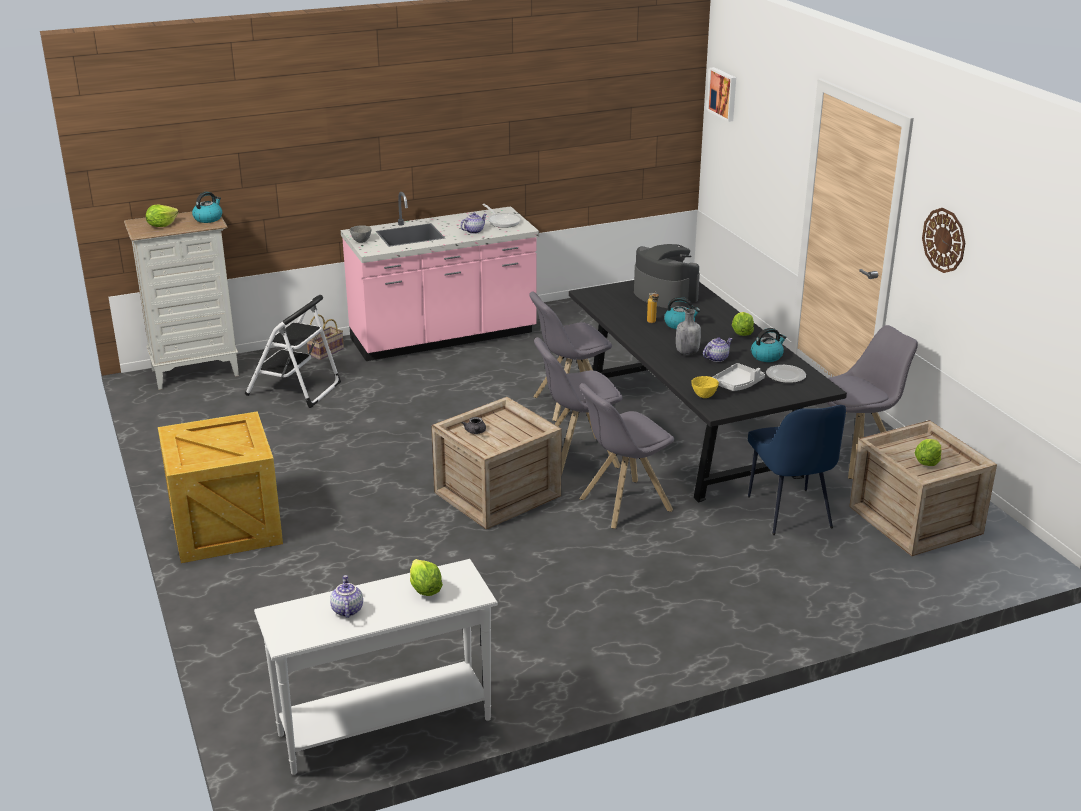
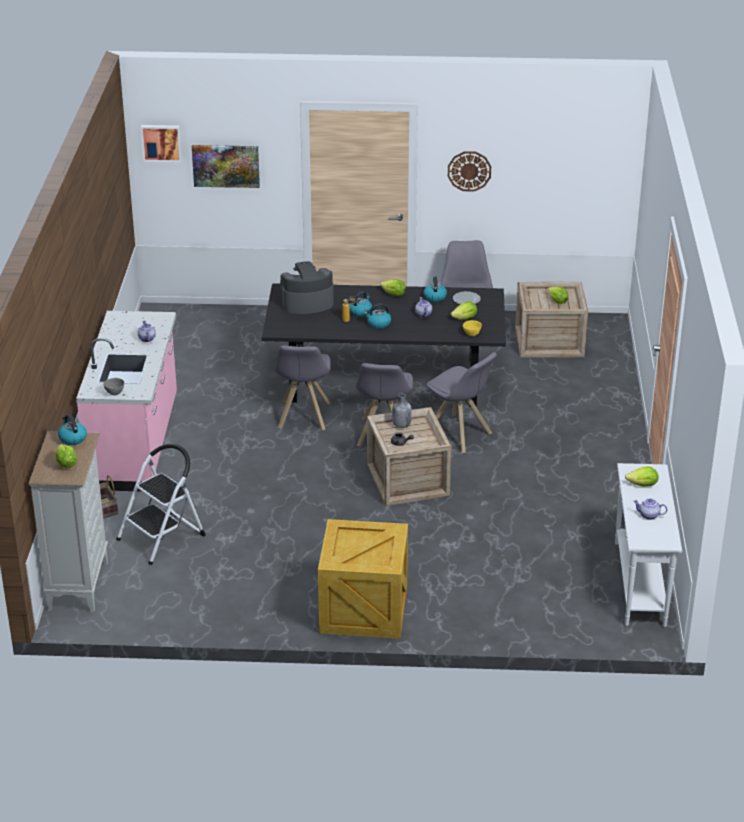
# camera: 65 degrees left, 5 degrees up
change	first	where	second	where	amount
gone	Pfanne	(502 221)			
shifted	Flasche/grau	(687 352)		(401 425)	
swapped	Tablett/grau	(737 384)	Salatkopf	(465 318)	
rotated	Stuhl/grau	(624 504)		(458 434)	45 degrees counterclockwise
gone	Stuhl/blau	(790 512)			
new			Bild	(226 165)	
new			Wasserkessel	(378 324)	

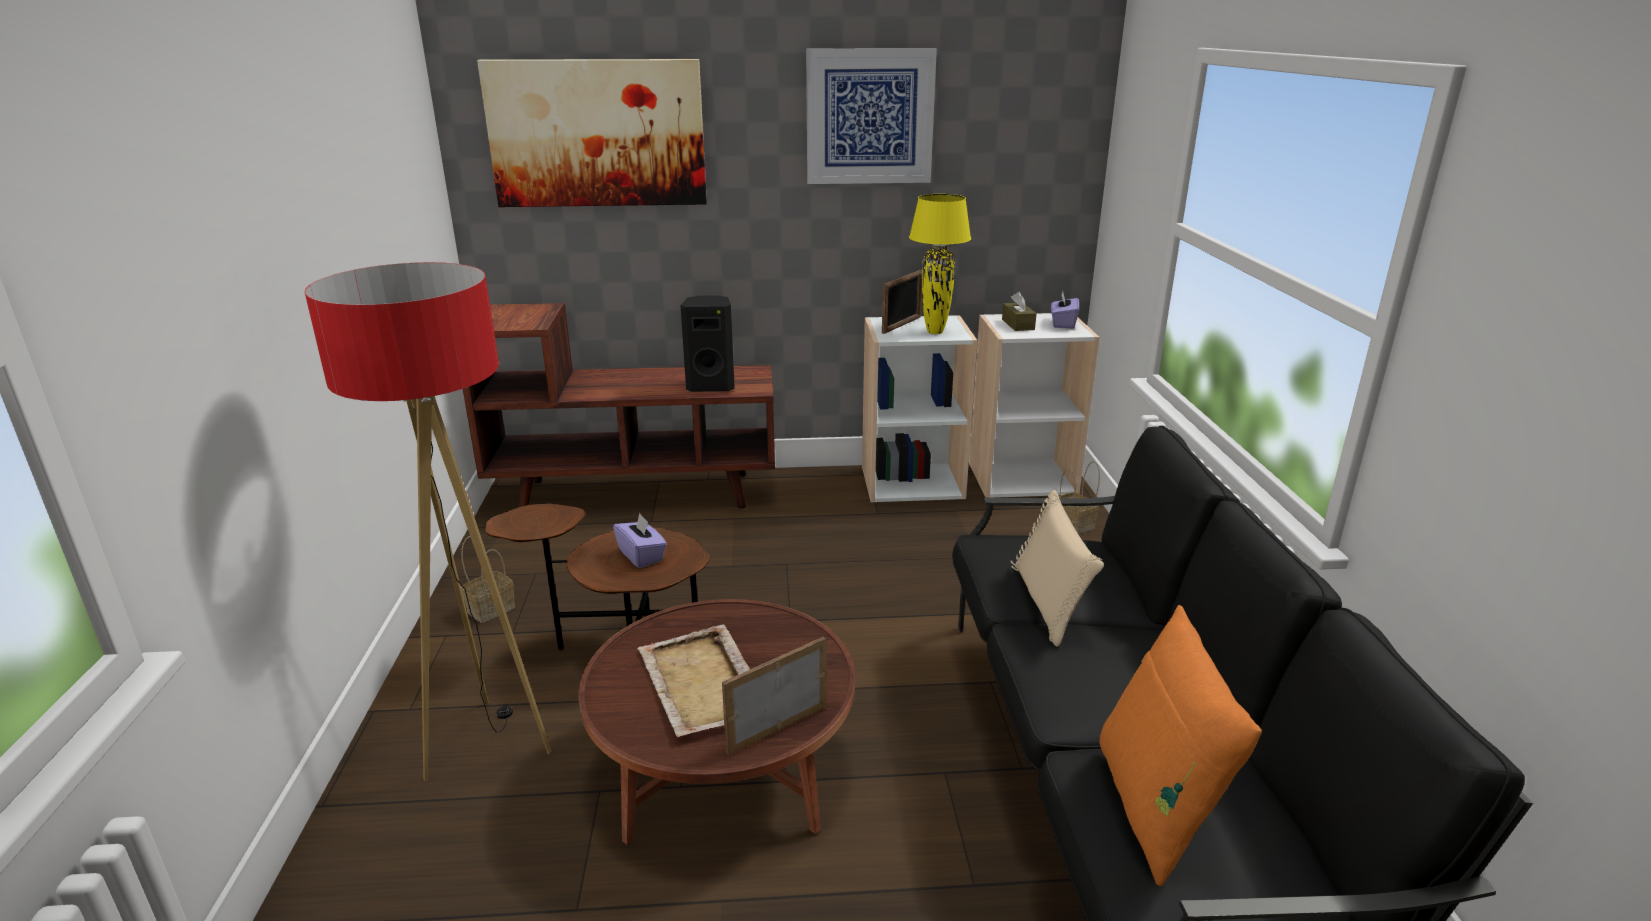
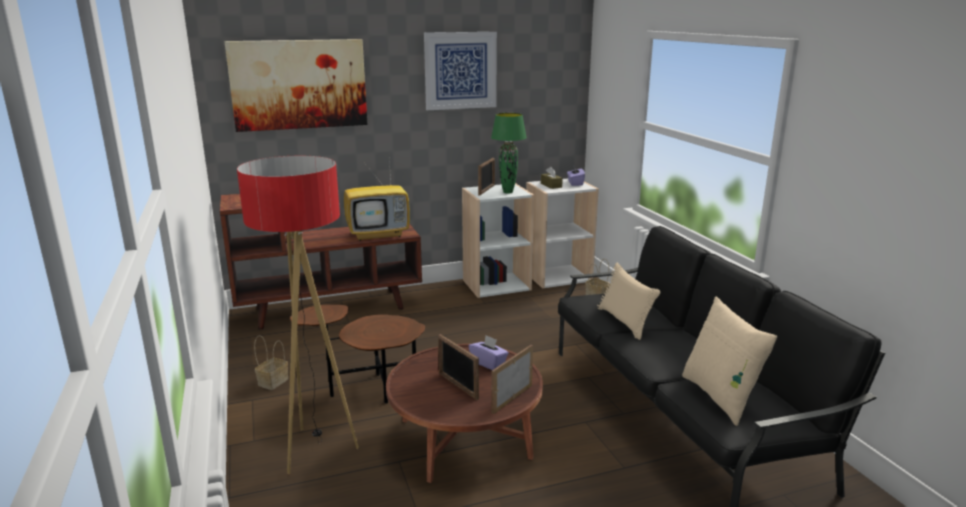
# camera: 15 degrees left, 5 degrees down
change	first	where	second	where	amount
repainted	Tischlampe/gelb	(934 332)	Tischlampe/grün	(507 192)	
swapped	Lautsprecher/schwarz	(711 386)	Fernseher	(379 234)	
shifted	Taschentuchbox/lila	(642 555)		(488 363)	
repainted	Kissen/orange	(1155 808)	Kissen/beige	(719 397)	
swapped	Tablett/beige	(702 684)	Bilderrahmen	(458 386)	

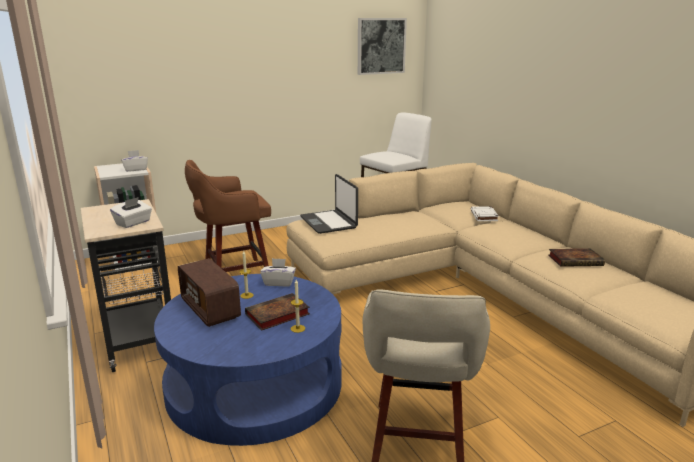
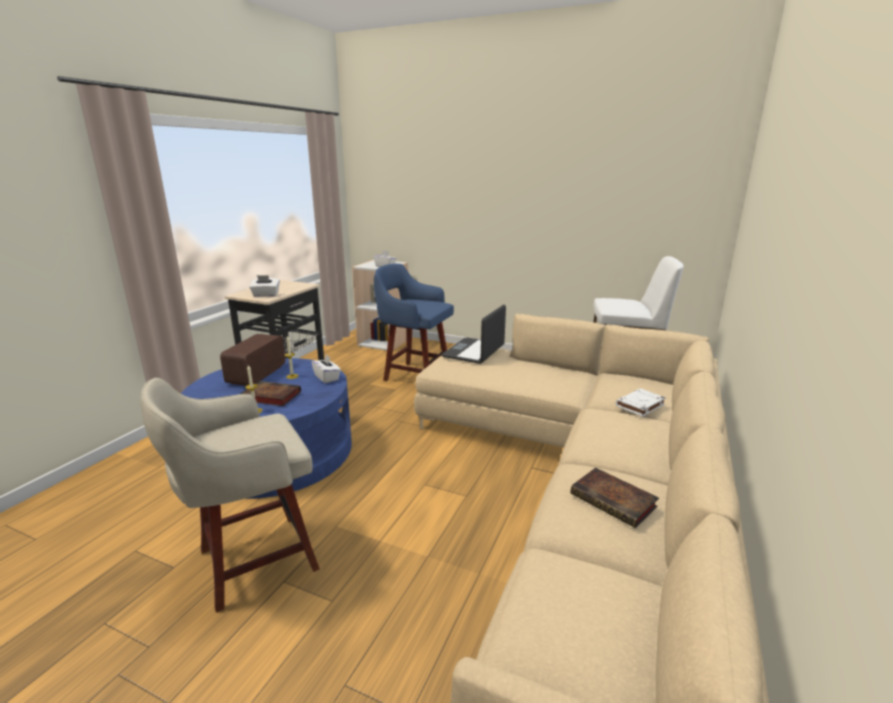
# camera: 50 degrees right, 0 degrees up
change	first	where	second	where	amount
gone	Bild	(381 46)			
repainted	Hocker/braun	(233 274)	Hocker/blau	(415 375)	

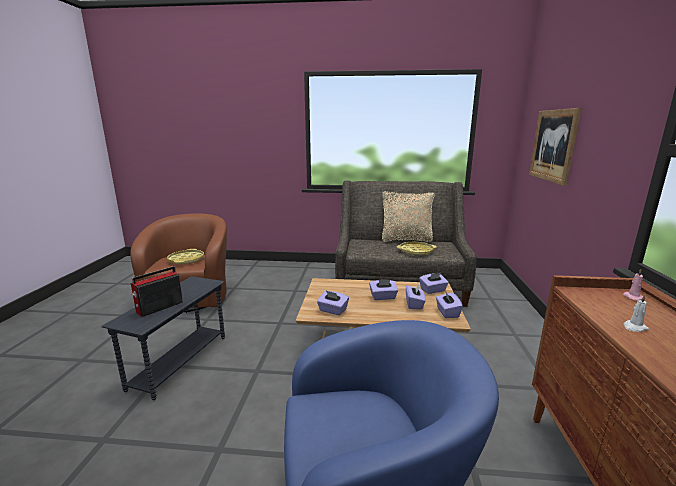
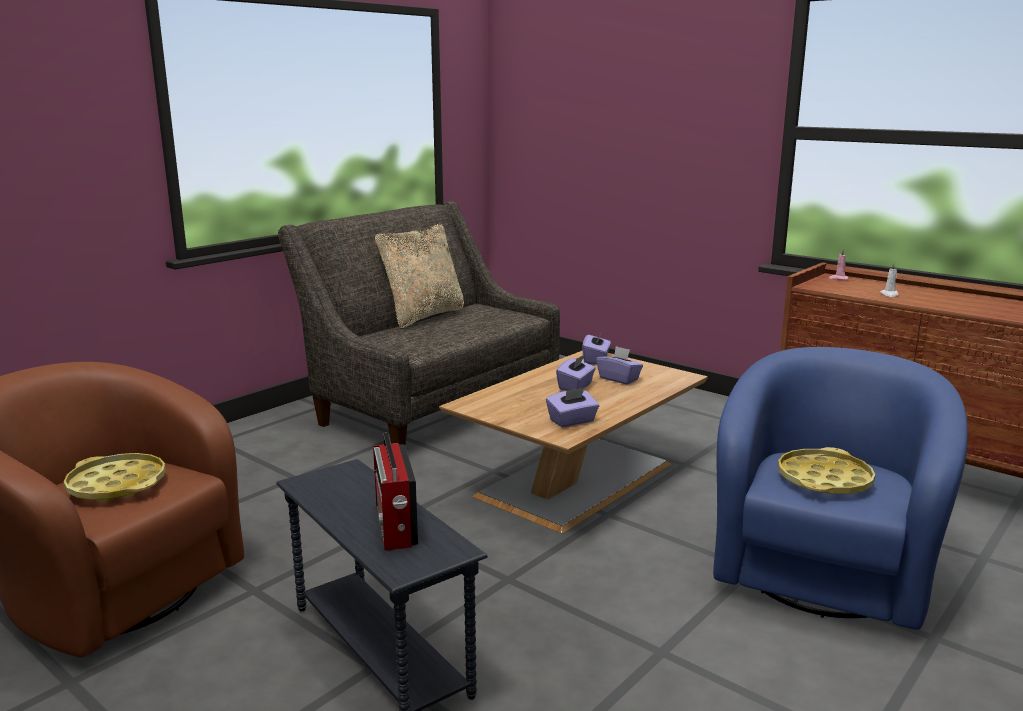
# camera: 55 degrees left, 0 degrees up
change	first	where	second	where	amount
gone	Bild	(553 145)			
shifted	Tablett/gelb	(416 251)		(824 480)	
gone	Taschentuchbox/lila	(447 312)			

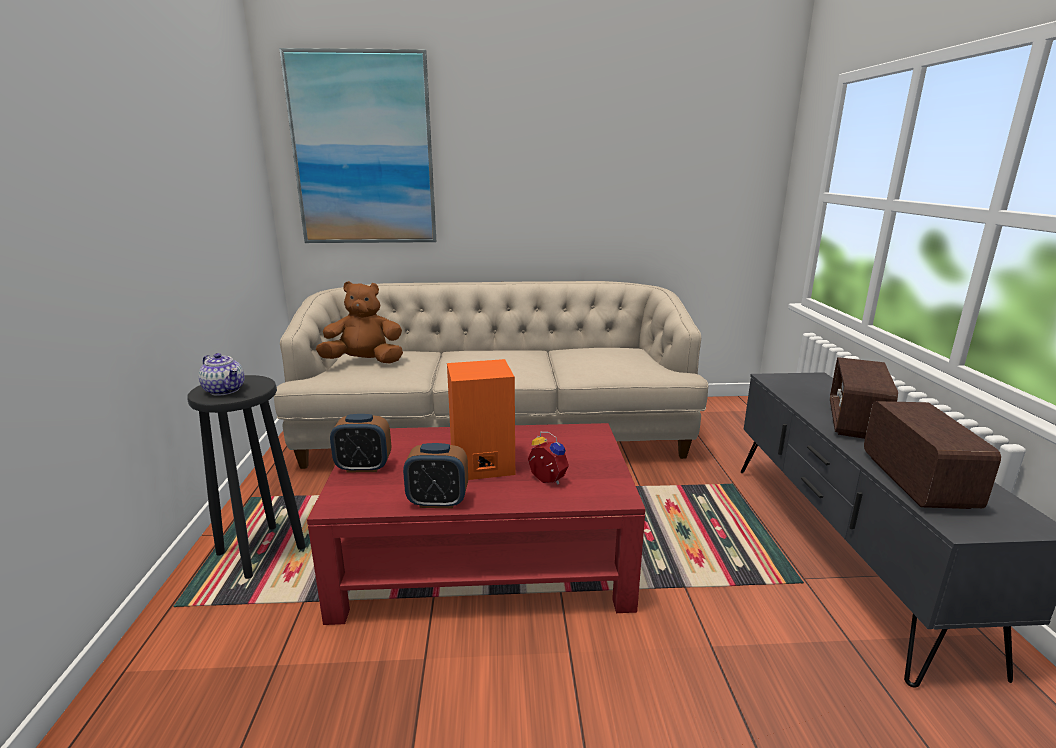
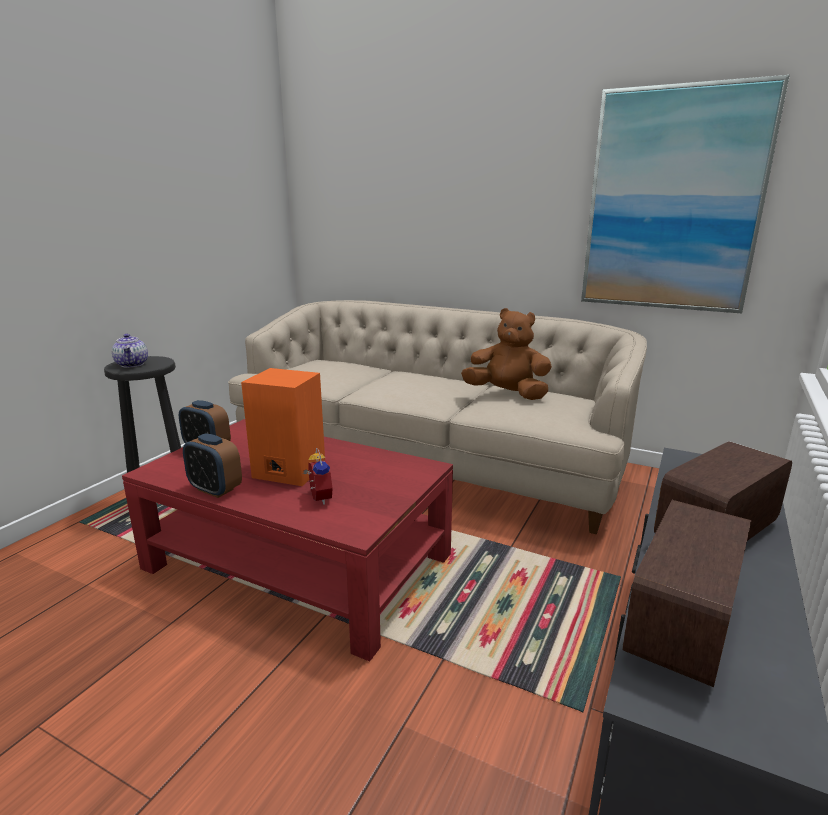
# camera: 30 degrees right, 0 degrees up
change	first	where	second	where	amount
shifted	Bild	(363 150)		(673 201)	
shifted	Plüschtier/braun	(364 362)		(507 394)	

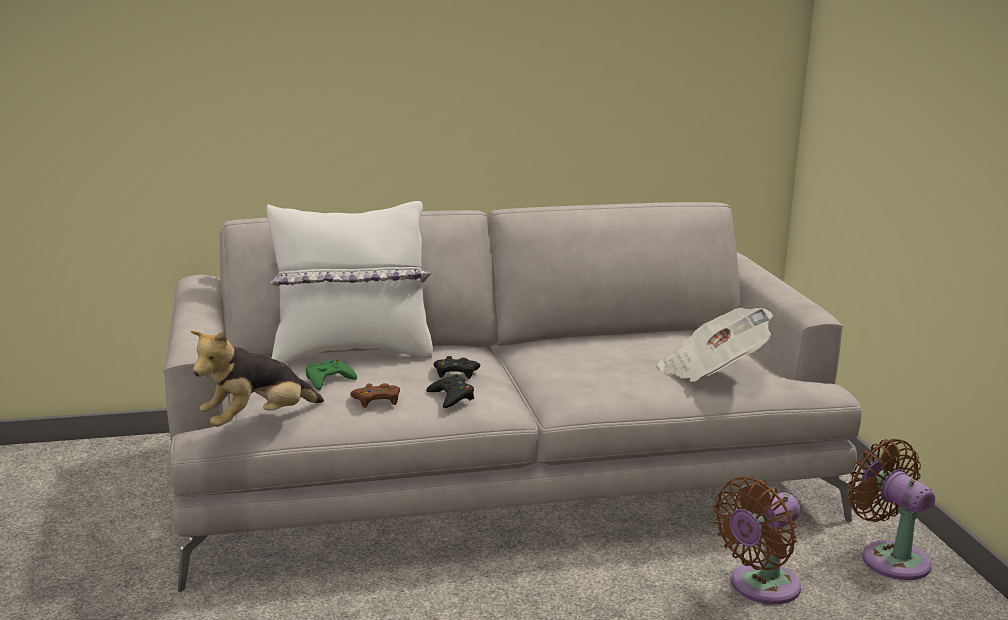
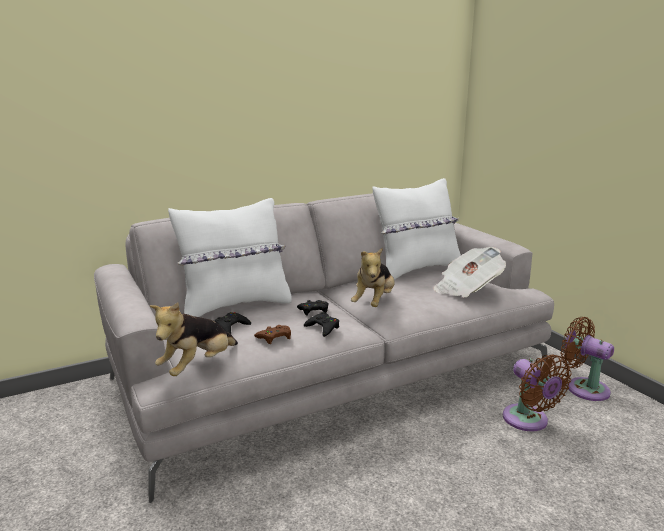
# camera: 15 degrees left, 0 degrees up
change	first	where	second	where	amount
repainted	Gamepad/grün	(328 379)	Gamepad/schwarz	(231 327)	
rotated	Ventilator/braun	(760 587)		(528 421)	60 degrees counterclockwise
new			Kissen/weiß	(416 270)	
new			Plüschtier	(374 302)	

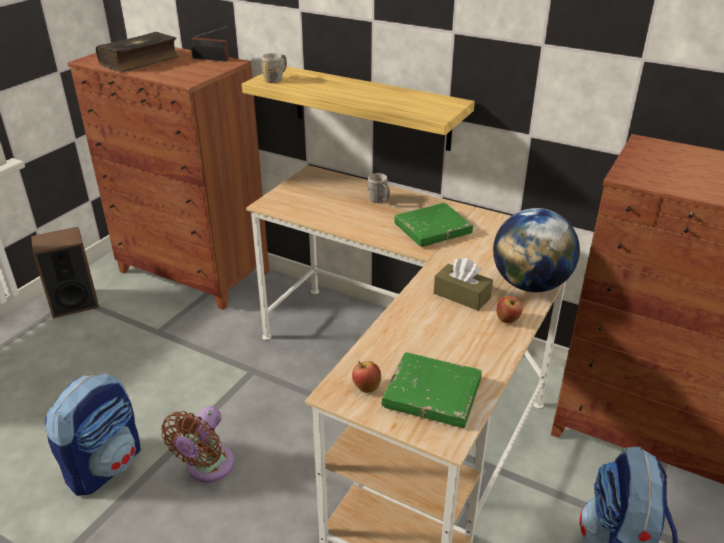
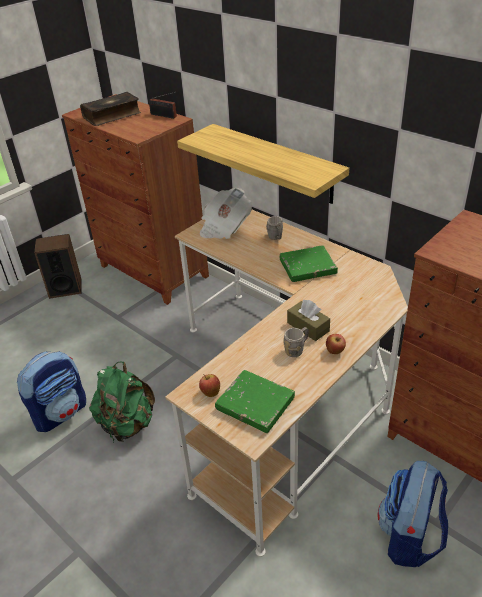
# camera: 15 degrees right, 5 degrees up
change	first	where	second	where	amount
shifted	Henkelbecher/grau	(276 79)		(297 349)	
gone	Globus	(530 284)			
swapped	Ventilator/braun	(207 468)	Rucksack/grün	(127 424)	
new			Zeitung	(224 227)	

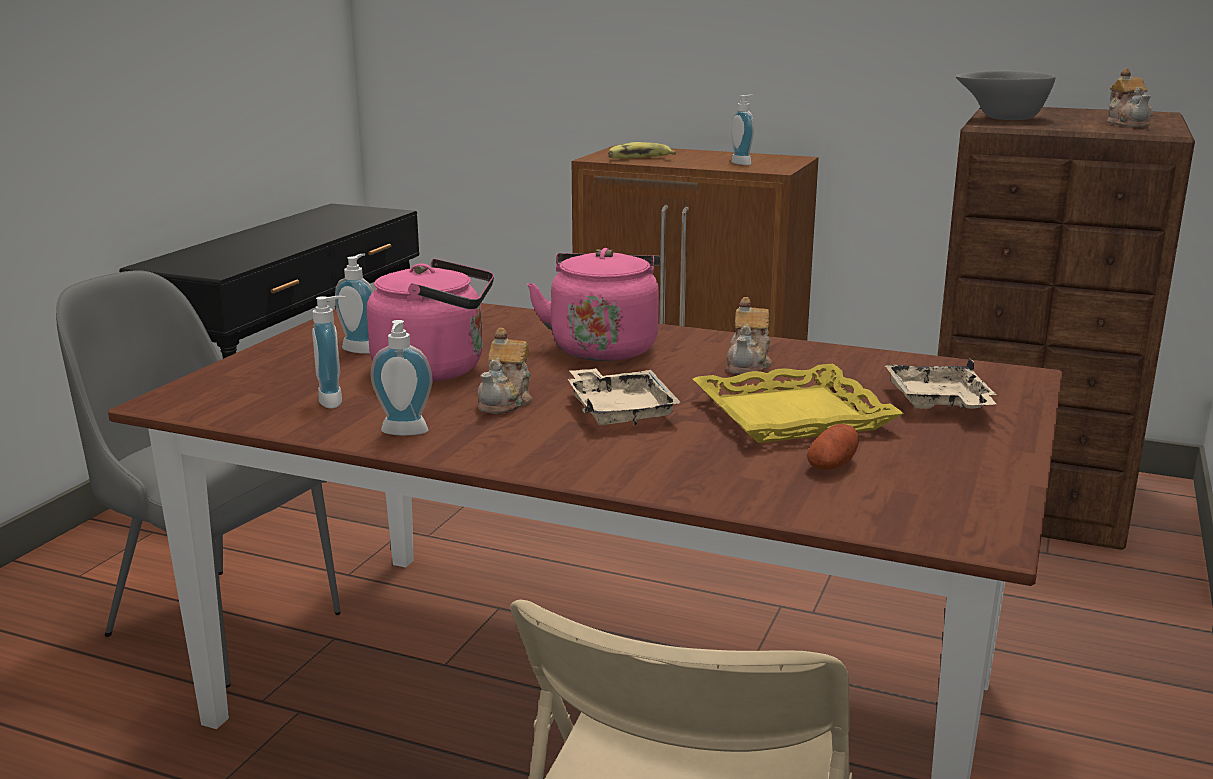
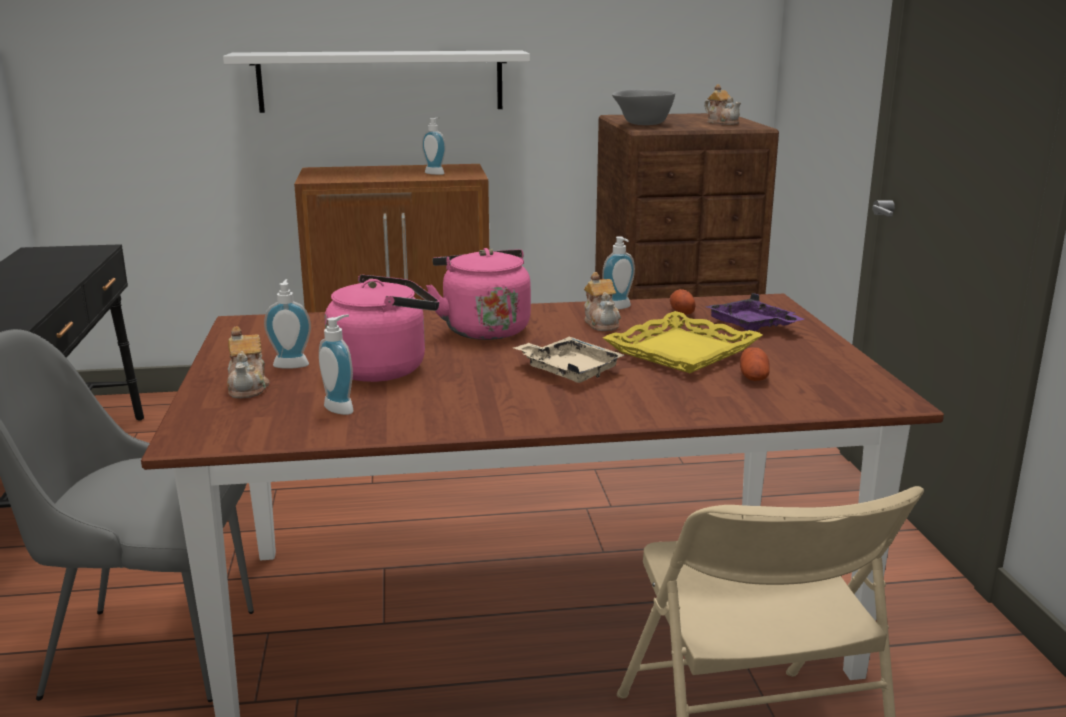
# camera: 30 degrees left, 0 degrees up
change	first	where	second	where	amount
gone	Banane	(639 159)			
shifted	Seifenspender	(403 433)		(619 308)	
shifted	Teekanne	(506 402)		(248 387)	
repainted	Tablett/beige	(938 403)	Tablett/lila	(752 326)	
new			Wandregal/weiß	(381 81)	
new			Kartoffel	(681 312)	

